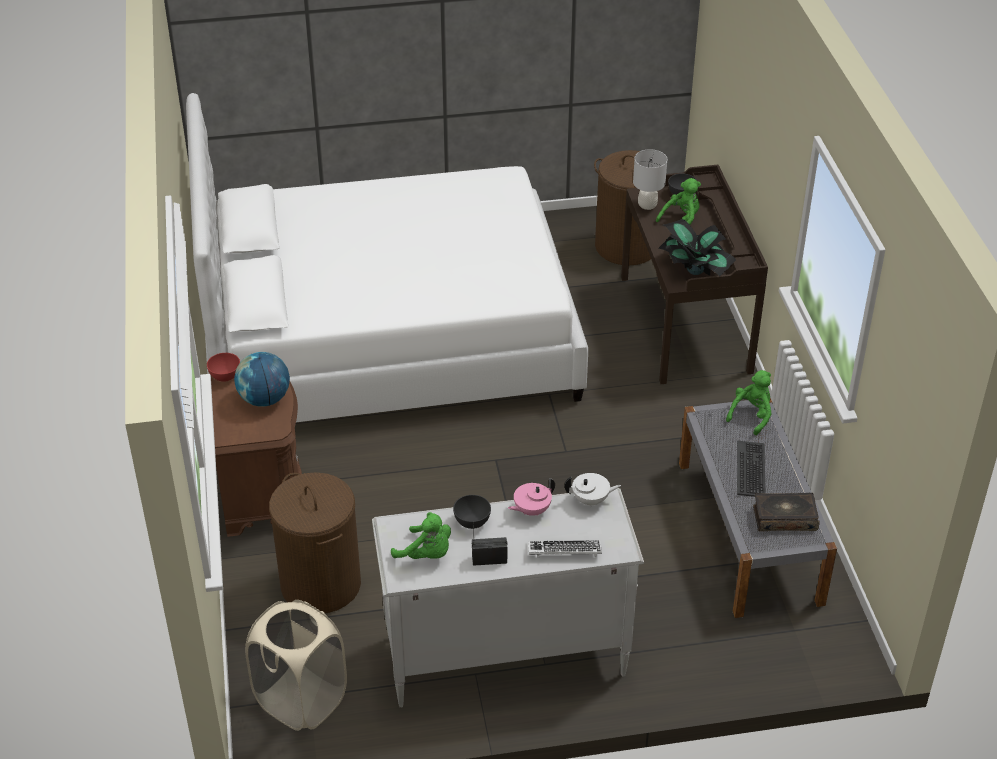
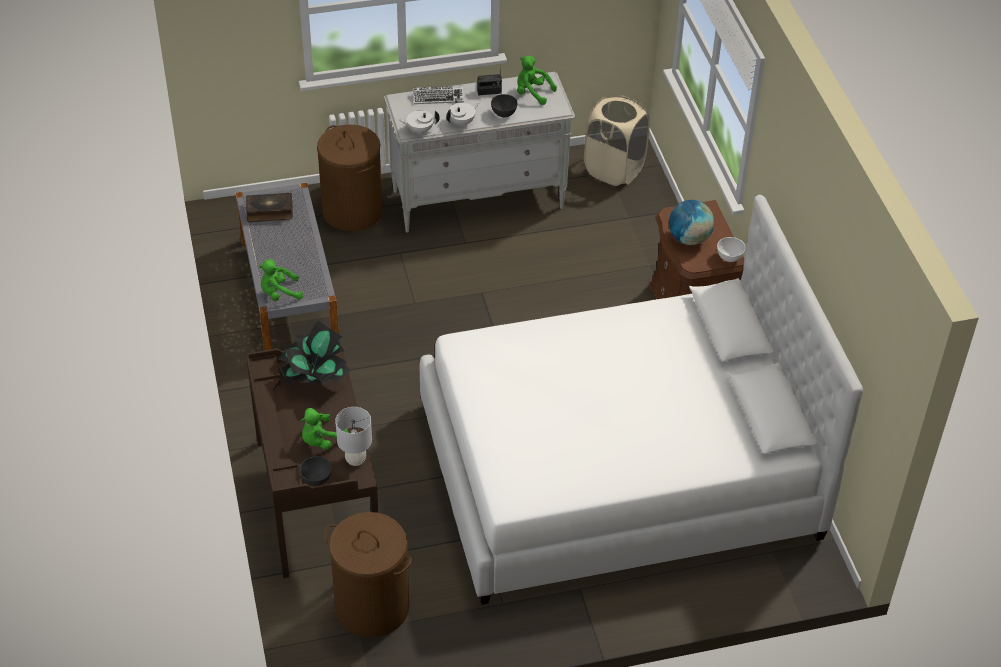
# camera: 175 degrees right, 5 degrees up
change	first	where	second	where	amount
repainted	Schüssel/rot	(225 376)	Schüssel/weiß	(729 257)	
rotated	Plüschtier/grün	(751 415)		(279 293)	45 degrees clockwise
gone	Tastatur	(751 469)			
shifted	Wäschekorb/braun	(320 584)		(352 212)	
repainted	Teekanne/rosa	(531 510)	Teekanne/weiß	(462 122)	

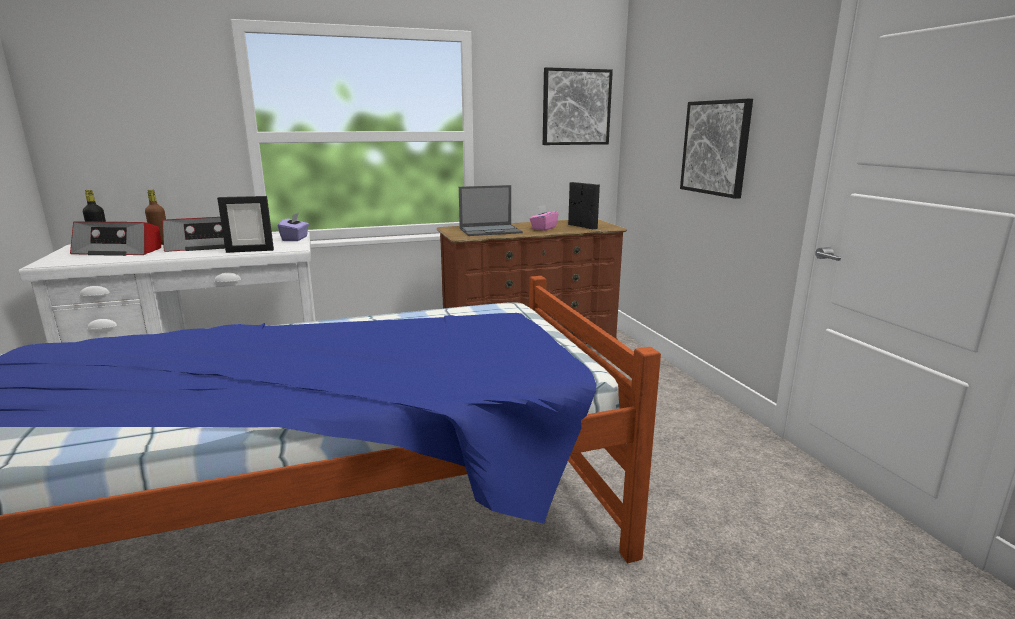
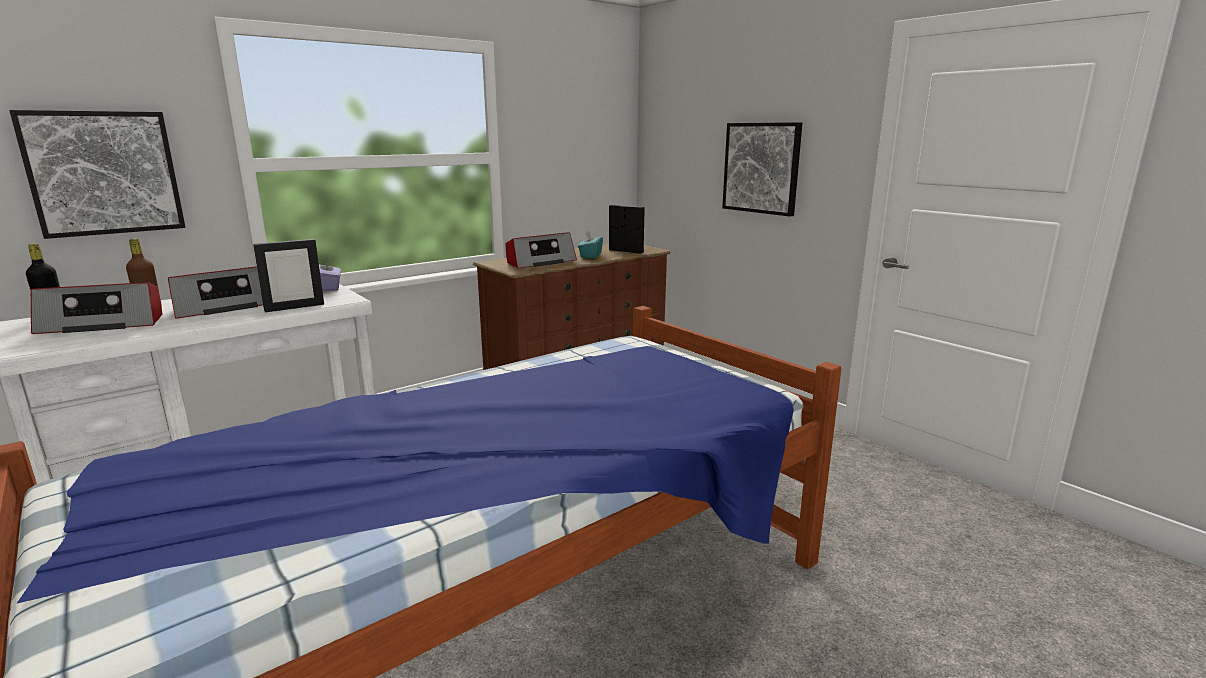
# camera: 20 degrees left, 0 degrees up
change	first	where	second	where	amount
shifted	Bild	(576 107)		(104 173)	
swapped	Laptop	(491 231)	Radio	(540 262)	
repainted	Taschentuchbox/rosa	(543 228)	Taschentuchbox/türkis	(590 256)	

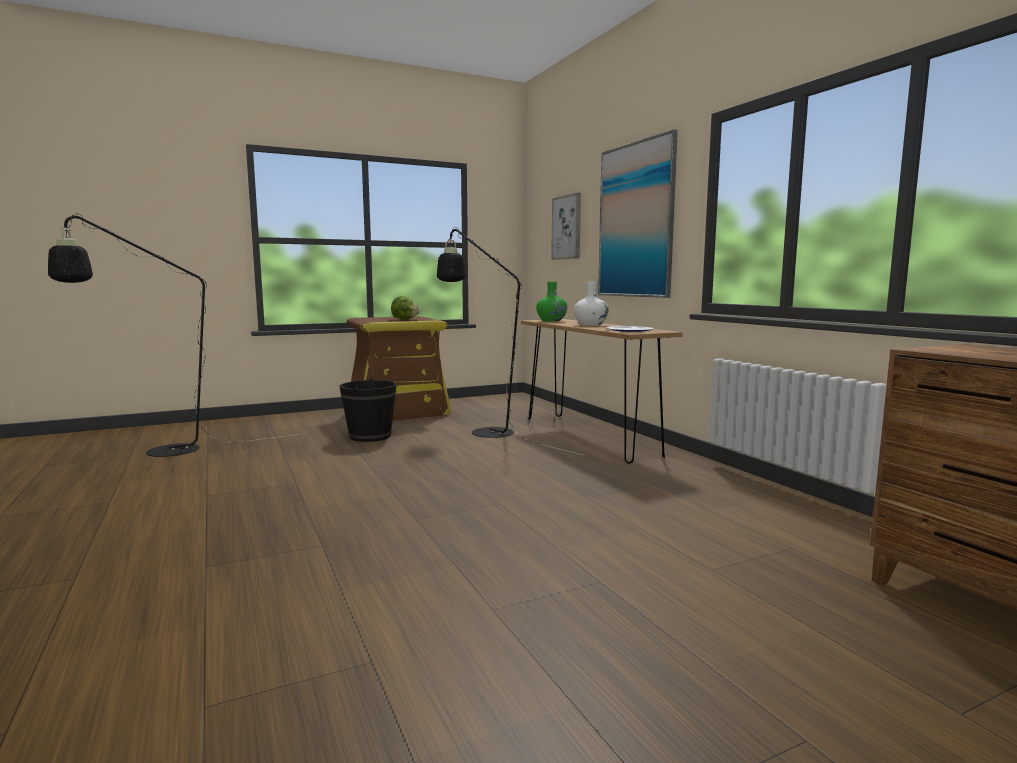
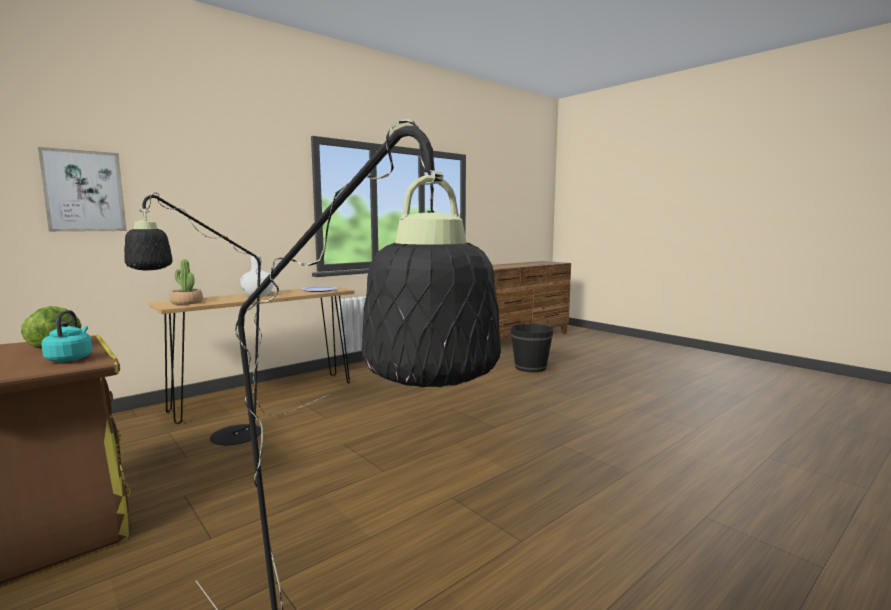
# camera: 105 degrees left, 0 degrees up
change	first	where	second	where	amount
gone	Bild	(635 220)			
swapped	Vase/grün	(551 321)	Topfpflanze	(186 303)	
shifted	Eimer/schwarz	(370 436)		(530 367)	
new			Wasserkessel/türkis	(70 358)	

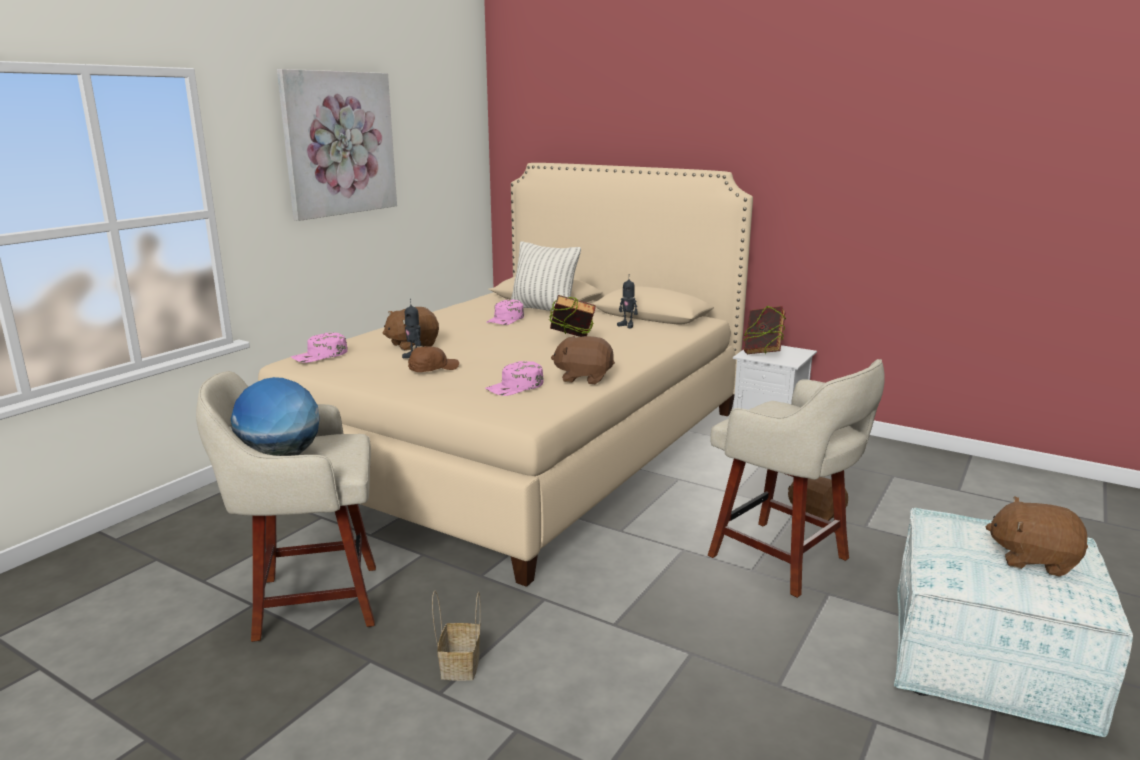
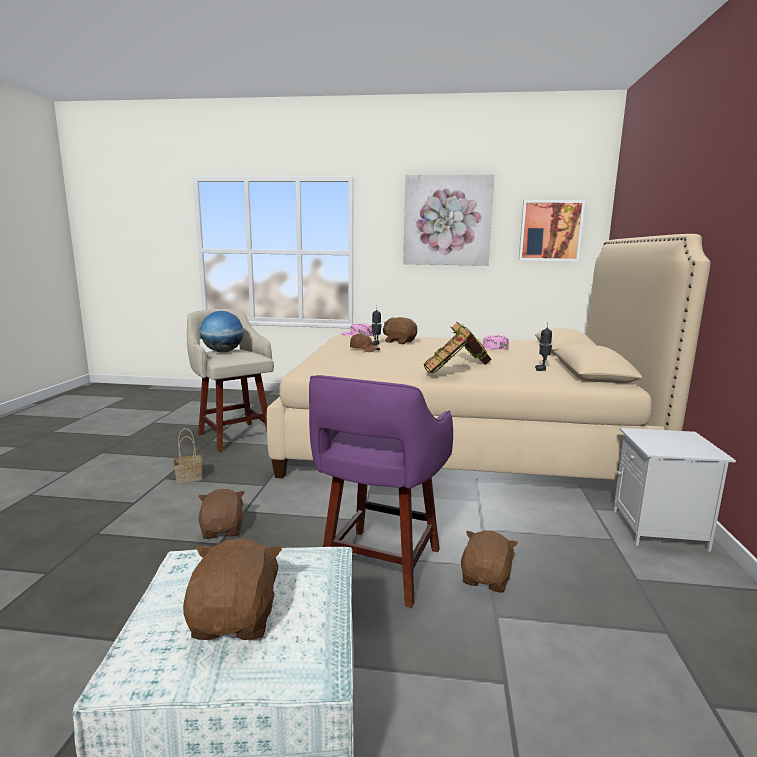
# camera: 65 degrees right, 5 degrees down
change	first	where	second	where	amount
gone	Kissen	(544 310)			
shifted	Buch	(762 352)		(444 376)	
shifted	Plüschtier/braun	(584 378)		(223 530)	
repainted	Hocker/beige	(783 560)	Hocker/lila	(378 569)	
gone	Kappe/rosa	(515 387)			
new			Bild	(550 231)	

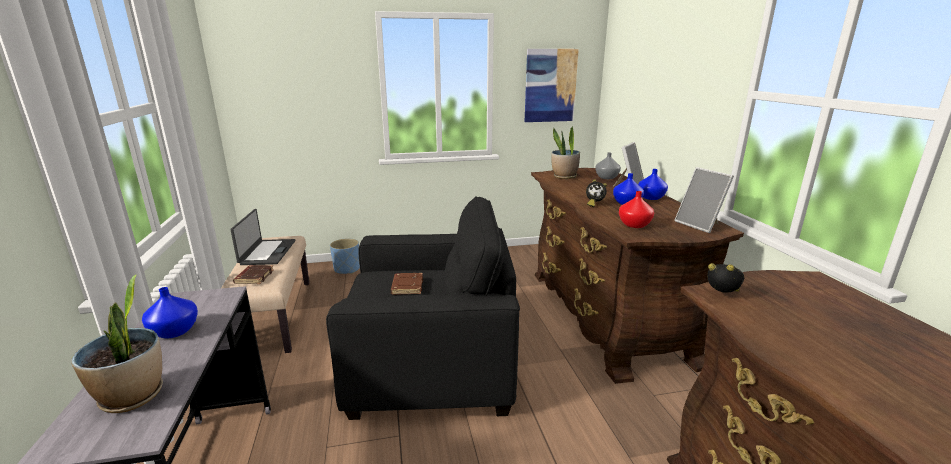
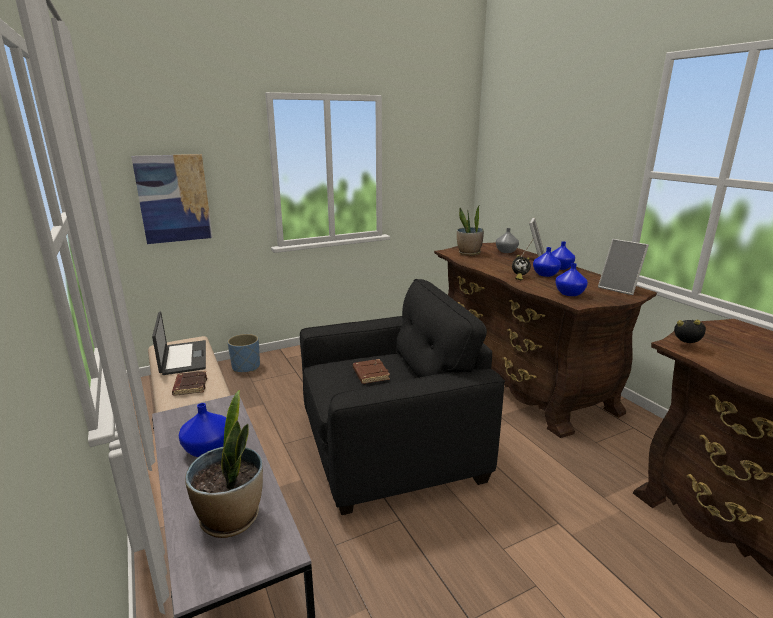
# camera: 15 degrees left, 0 degrees up
change	first	where	second	where	amount
shifted	Bild	(550 86)		(174 198)	
repainted	Vase/rot	(634 225)	Vase/blau	(570 294)	

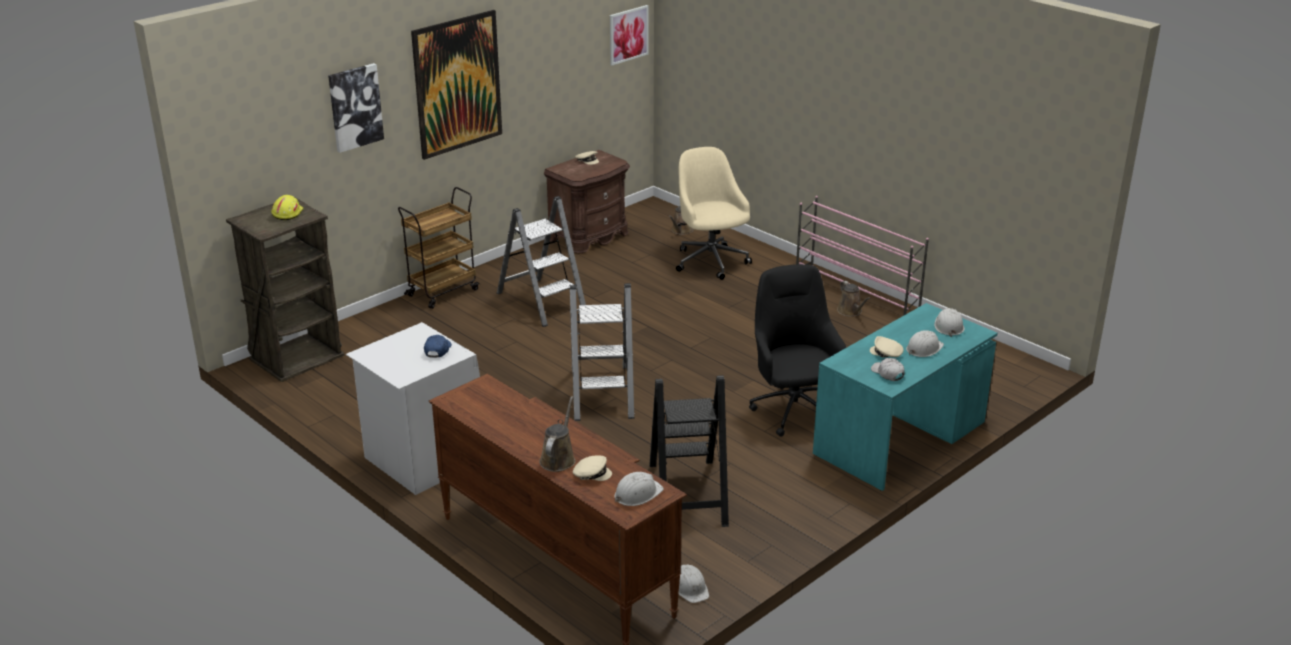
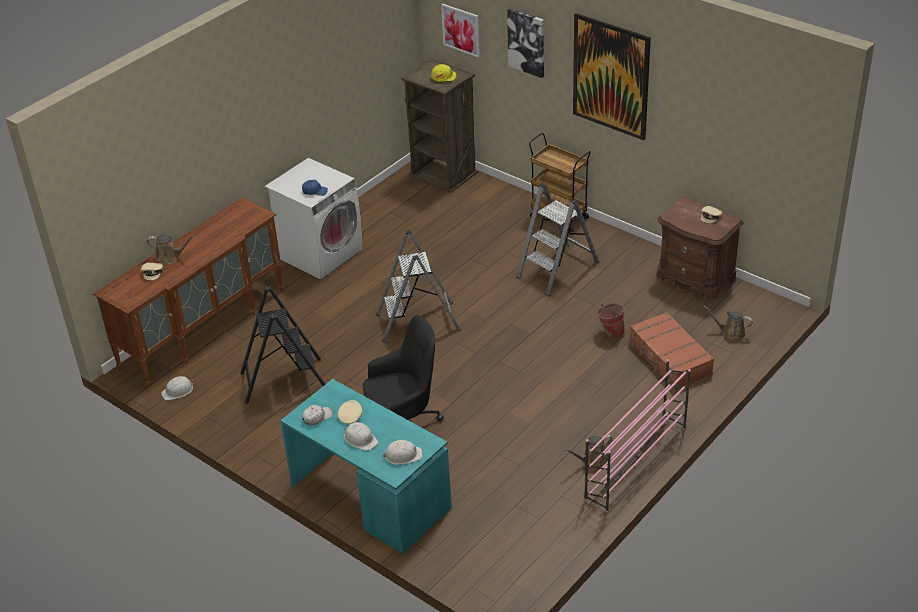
# camera: 85 degrees right, 10 degrees up
change	first	where	second	where	amount
shifted	Bild	(628 34)		(461 30)	
swapped	Bürostuhl/beige	(710 261)	Koffer/braun	(669 358)	
gone	Schutzhelm/weiß	(637 494)			
new			Eimer	(610 332)	

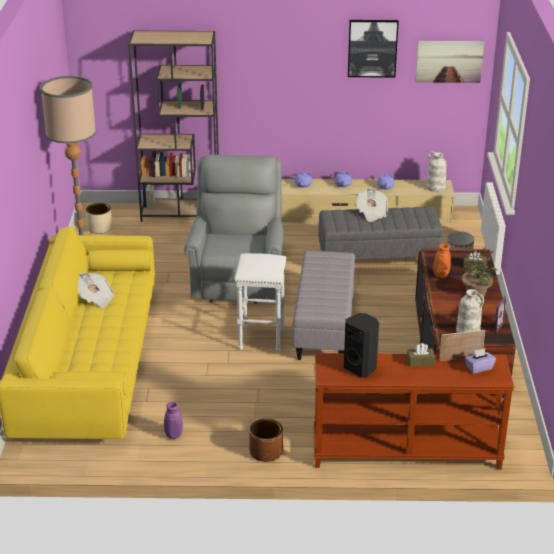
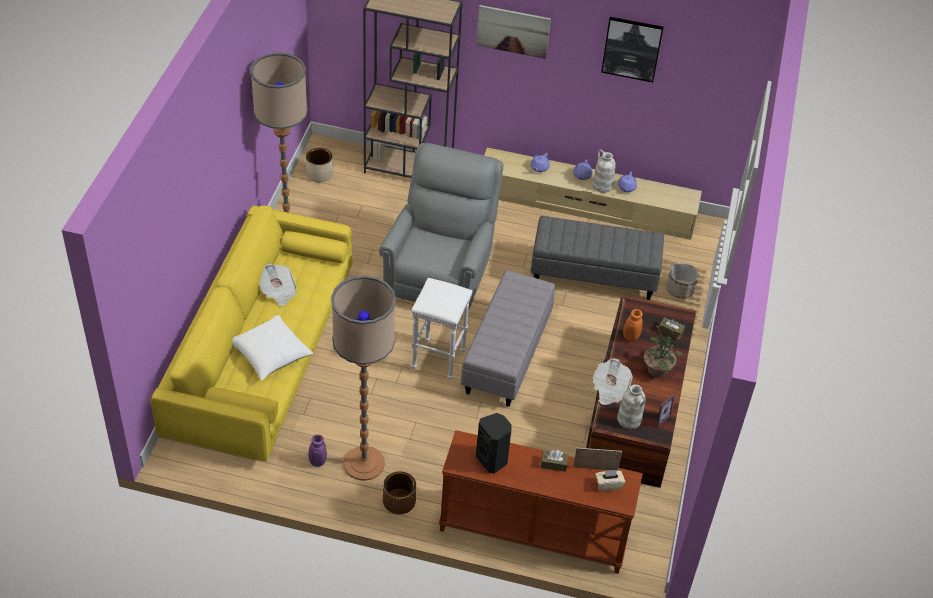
# camera: 10 degrees right, 15 degrees up
change	first	where	second	where	amount
shifted	Bild	(449 61)		(513 31)	
shifted	Vase/weiß	(435 188)		(602 186)	
shifted	Zeitung	(371 213)		(610 390)	
repainted	Taschentuchbox/lila	(479 368)	Taschentuchbox/beige	(608 484)	
new			Stehlampe	(364 463)	
new			Kissen/weiß	(270 354)	

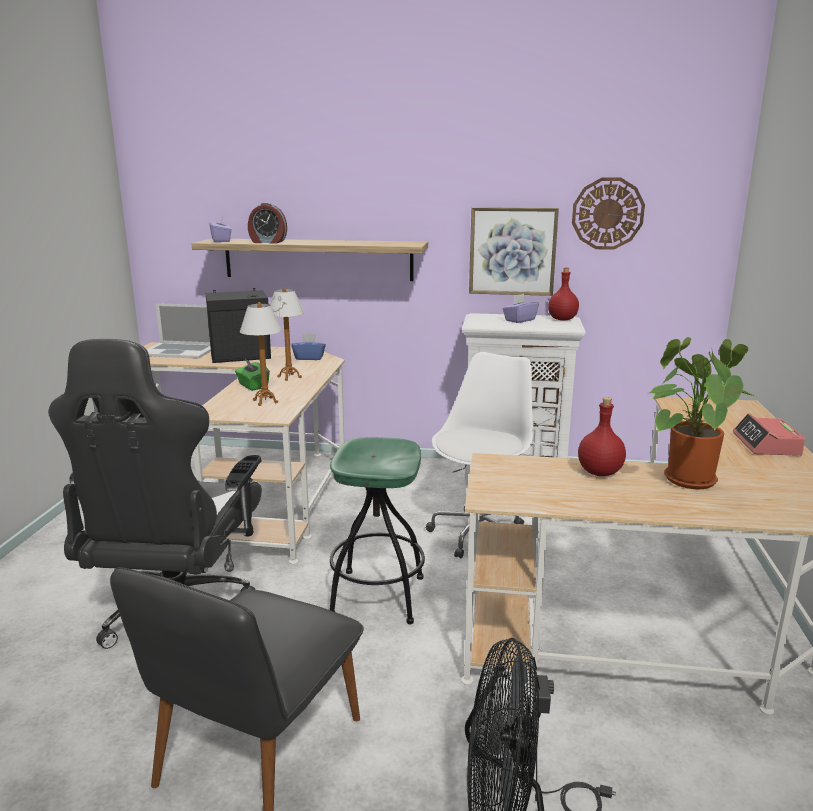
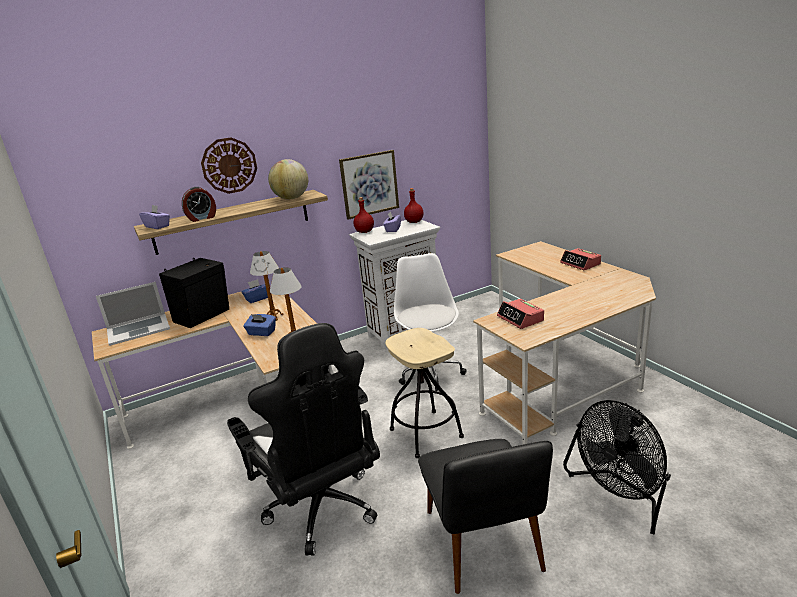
# camera: 35 degrees left, 5 degrees up
change	first	where	second	where	amount
shifted	Wanduhr	(607 213)		(229 165)	
gone	Topfpflanze	(686 477)			
repainted	Taschentuchbox/grün	(252 386)	Taschentuchbox/blau	(261 333)	
shifted	Flasche/rot	(600 473)		(365 232)	
repainted	Hocker/grün	(378 595)	Hocker/beige	(426 432)	
new			Globus	(291 198)	
new			Wecker	(520 319)	

